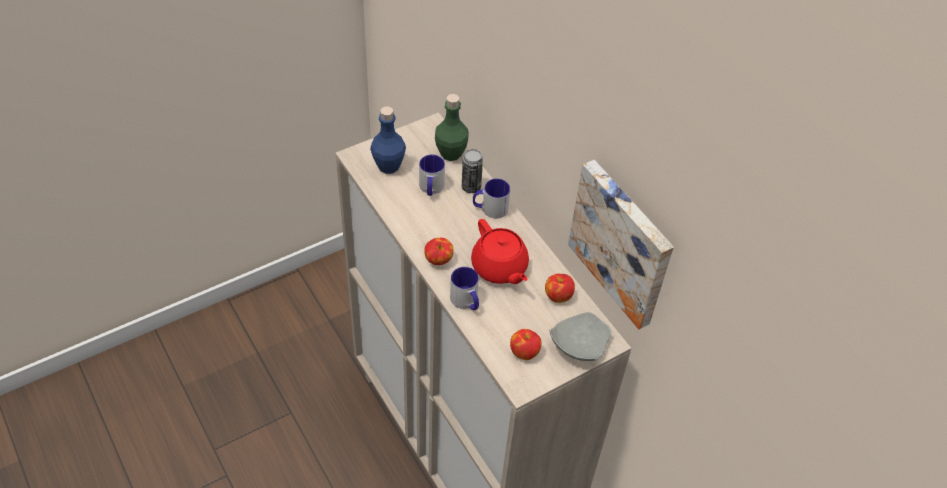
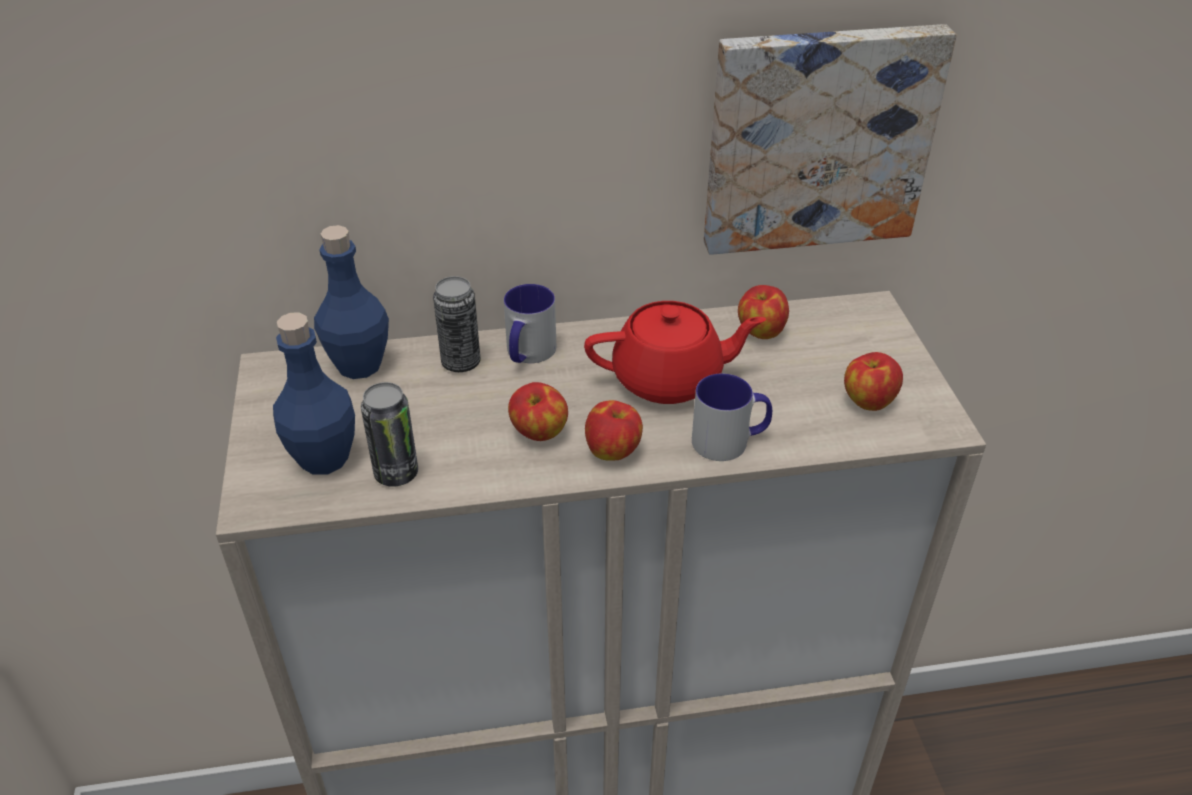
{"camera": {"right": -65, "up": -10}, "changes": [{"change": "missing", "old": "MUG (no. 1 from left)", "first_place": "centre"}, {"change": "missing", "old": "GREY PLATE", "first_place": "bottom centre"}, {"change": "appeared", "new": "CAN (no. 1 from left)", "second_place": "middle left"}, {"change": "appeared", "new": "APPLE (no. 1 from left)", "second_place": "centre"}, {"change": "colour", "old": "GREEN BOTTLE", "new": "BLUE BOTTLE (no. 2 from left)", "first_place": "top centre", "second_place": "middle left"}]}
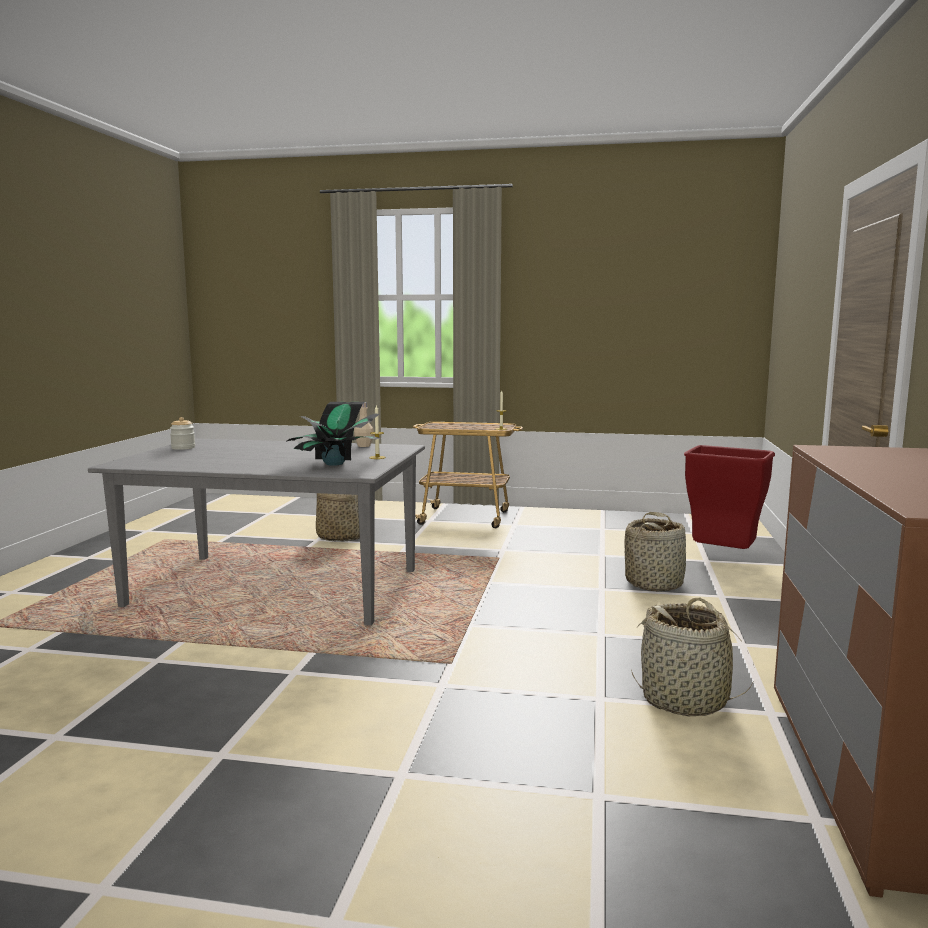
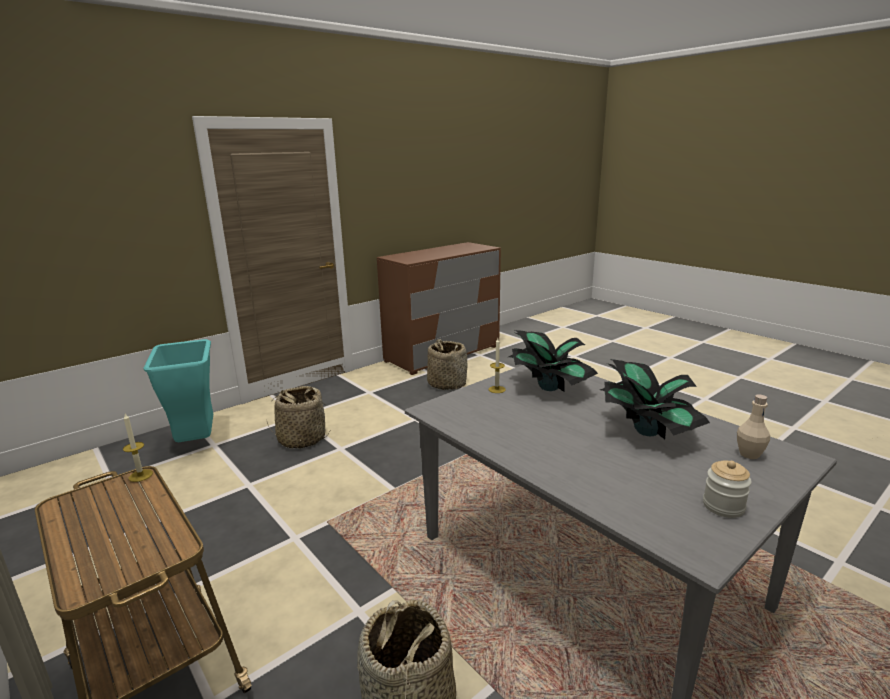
{"camera": {"right": -140, "up": 10}, "changes": [{"change": "appeared", "new": "POTTED PLANT (no. 2 from left)", "second_place": "middle right"}, {"change": "relocated", "old": "BEIGE BOTTLE", "first_place": "centre", "second_place": "middle right"}, {"change": "colour", "old": "RED TRASH CAN", "new": "TURQUOISE TRASH CAN", "first_place": "middle right", "second_place": "middle left"}]}
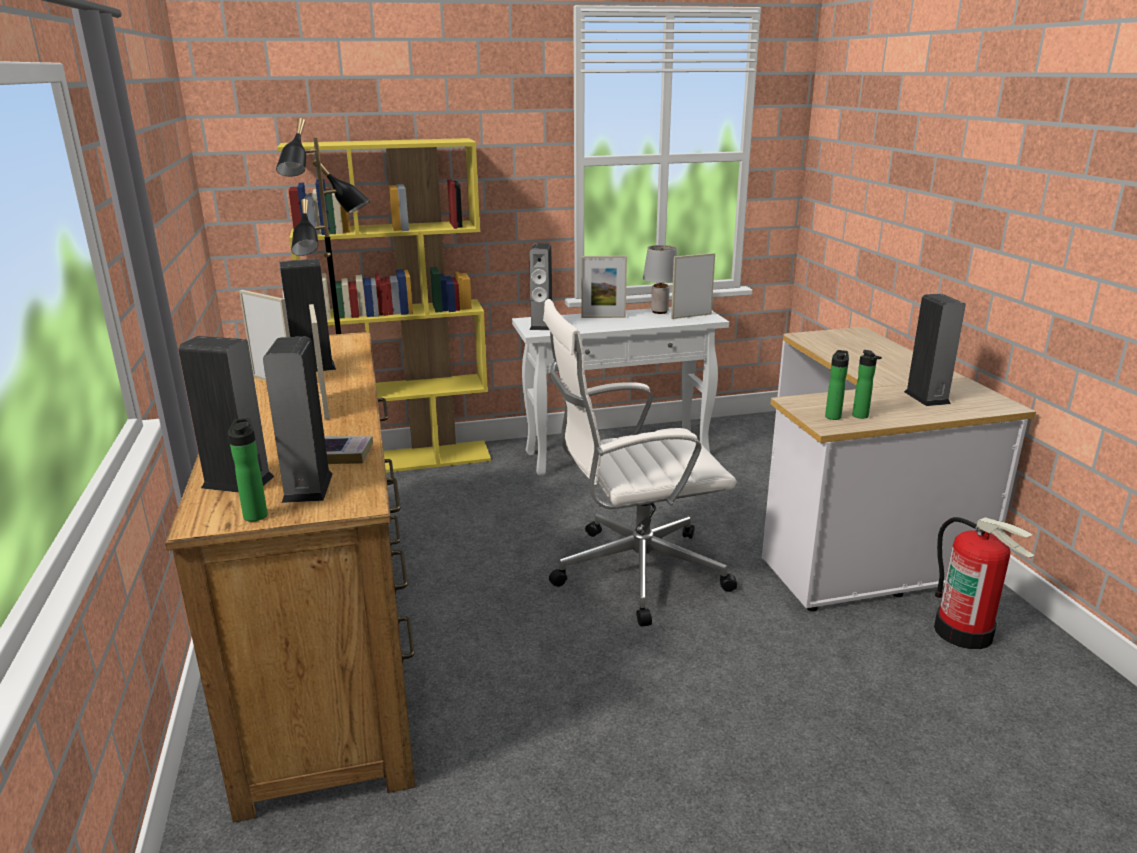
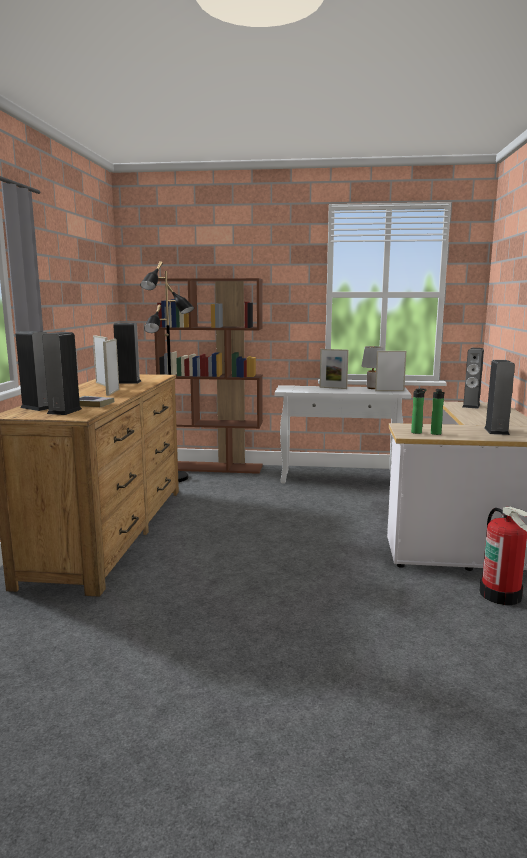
{"camera": {"right": 20, "up": -10}, "changes": [{"change": "missing", "old": "BOTTLE (no. 1 from left)", "first_place": "middle left"}, {"change": "missing", "old": "WHITE OFFICE CHAIR", "first_place": "centre"}, {"change": "relocated", "old": "SPEAKER (no. 4 from left)", "first_place": "centre", "second_place": "middle right"}, {"change": "colour", "old": "YELLOW BOOKCASE", "new": "BROWN BOOKCASE", "first_place": "centre", "second_place": "centre"}]}
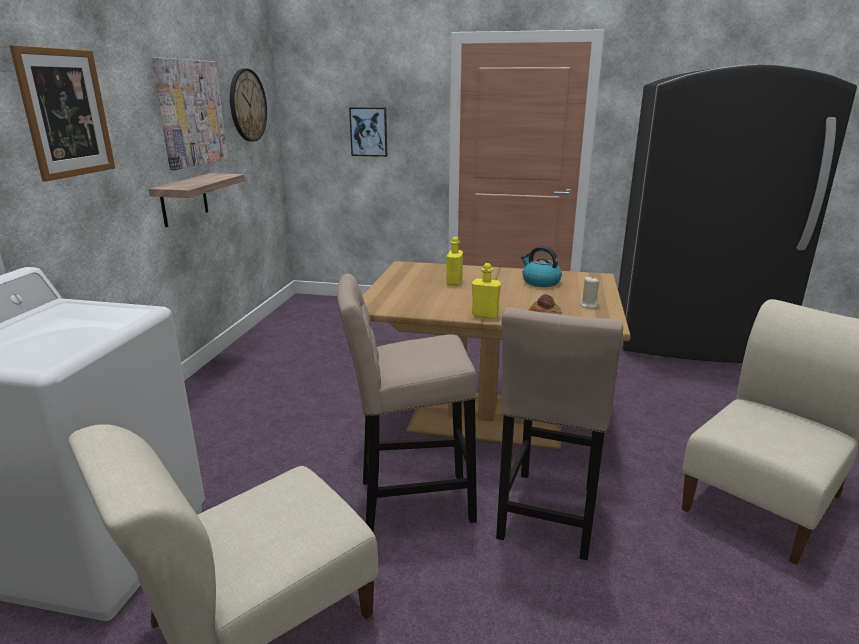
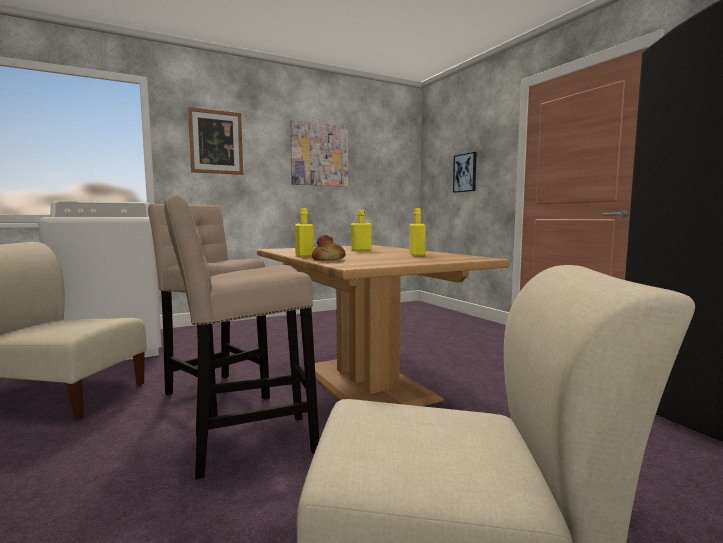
{"camera": {"right": 50, "up": -15}, "changes": [{"change": "missing", "old": "SHELF", "first_place": "top left"}, {"change": "missing", "old": "WALL CLOCK", "first_place": "top left"}, {"change": "missing", "old": "BEIGE CANDLE", "first_place": "middle right"}, {"change": "exchanged", "old": "KETTLE", "new": "YELLOW BOTTLE (no. 3 from left)", "first_place": "centre", "second_place": "centre"}]}
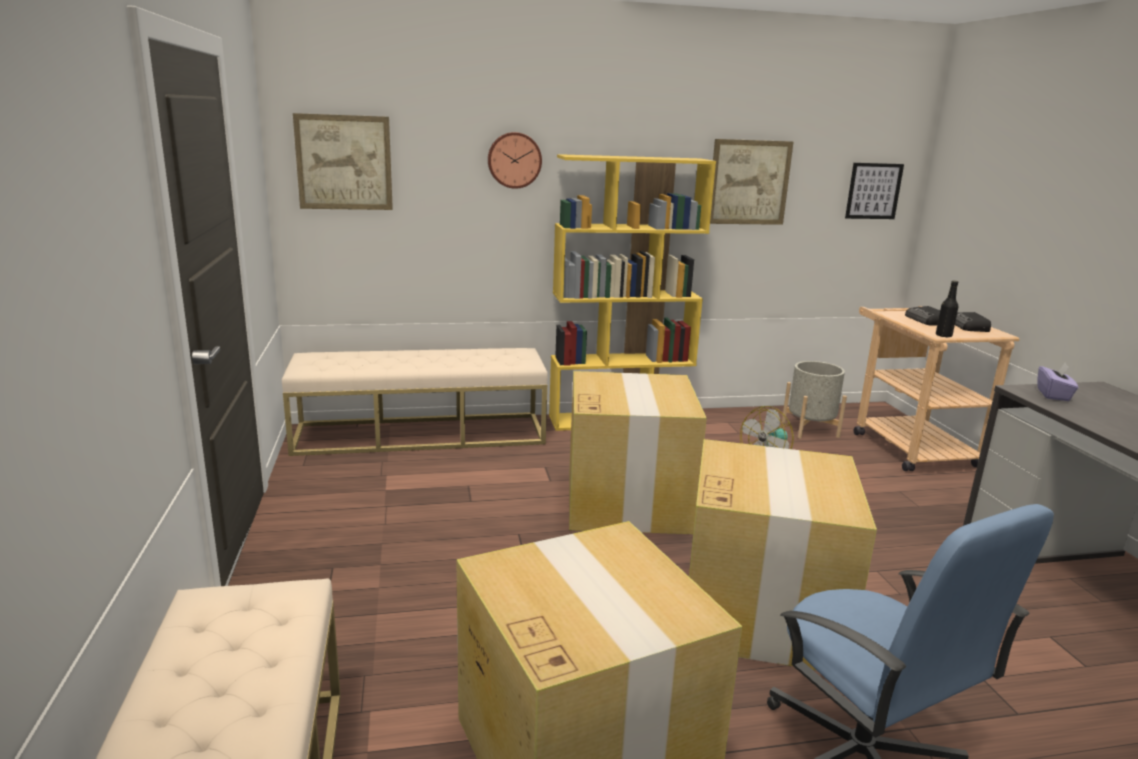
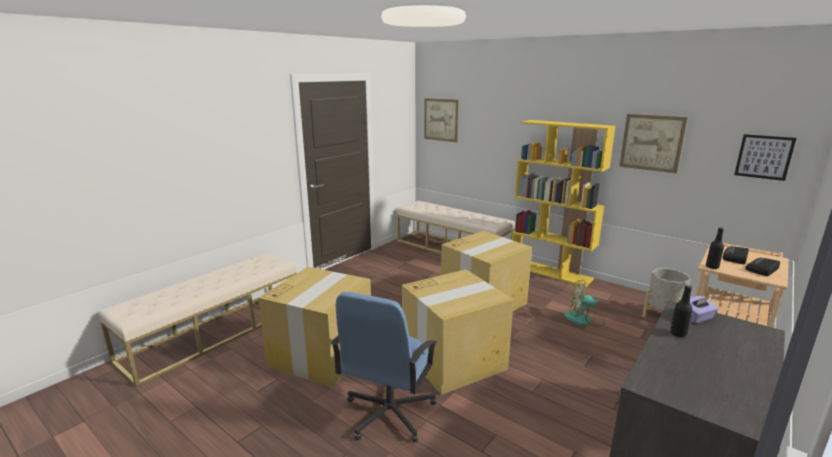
{"camera": {"right": 50, "up": 0}, "changes": [{"change": "missing", "old": "WALL CLOCK", "first_place": "top centre"}, {"change": "appeared", "new": "BLACK BOTTLE (no. 1 from left)", "second_place": "bottom right"}]}
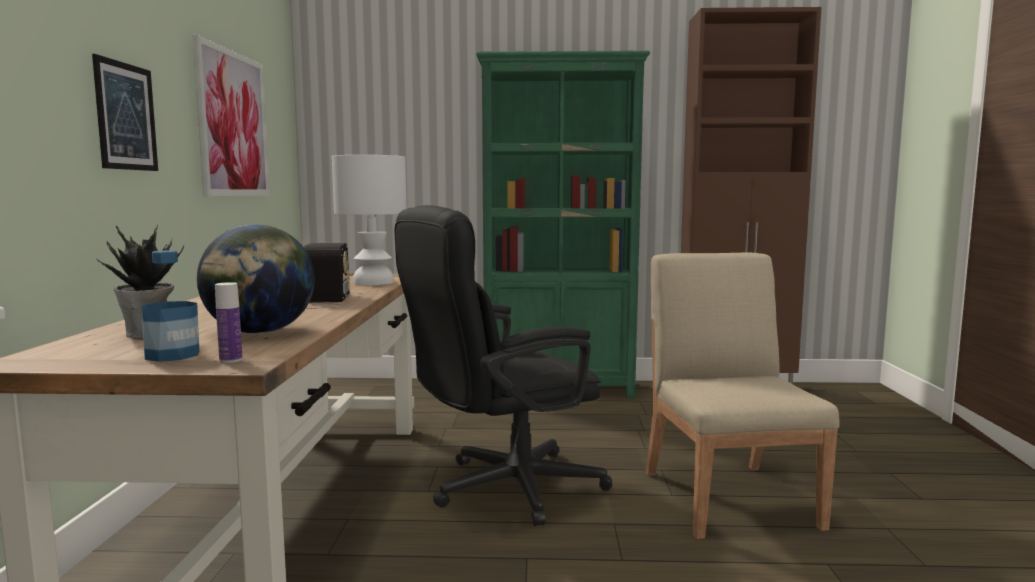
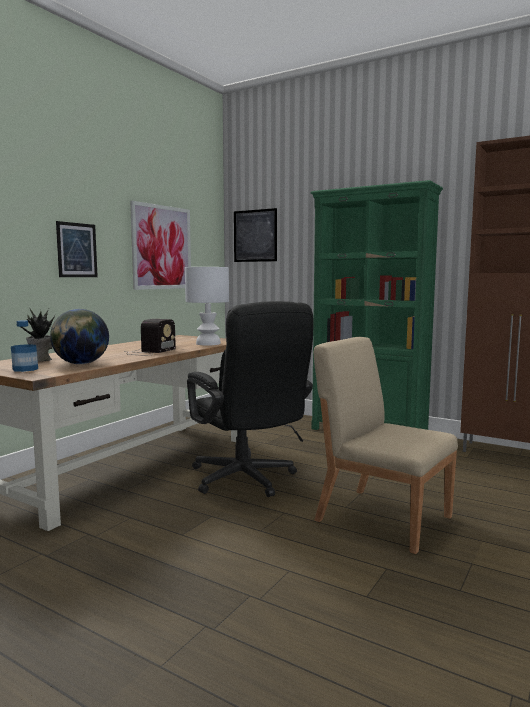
{"camera": {"right": 30, "up": 0}, "changes": [{"change": "missing", "old": "BOTTLE (no. 2 from left)", "first_place": "middle left"}, {"change": "appeared", "new": "PICTURE (no. 3 from left)", "second_place": "top centre"}, {"change": "spun", "old": "BLACK OFFICE CHAIR", "first_place": "centre", "second_place": "centre", "degrees": -120}, {"change": "spun", "old": "BEIGE CHAIR", "first_place": "bottom right", "second_place": "middle right", "degrees": -75}]}
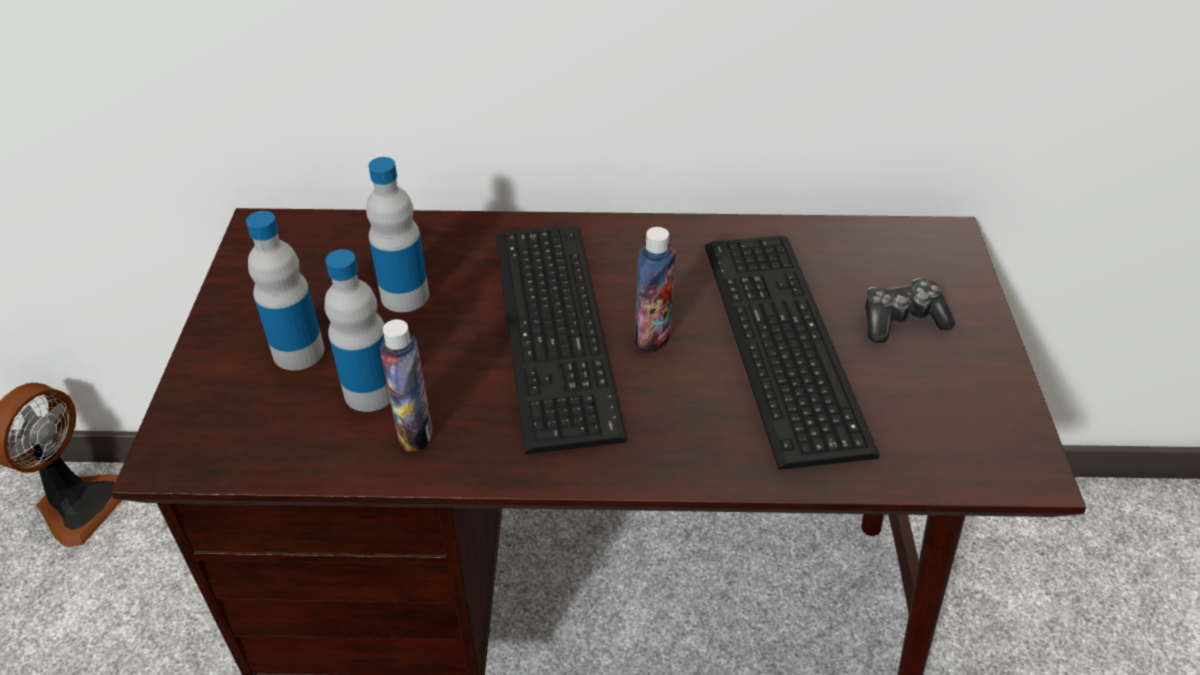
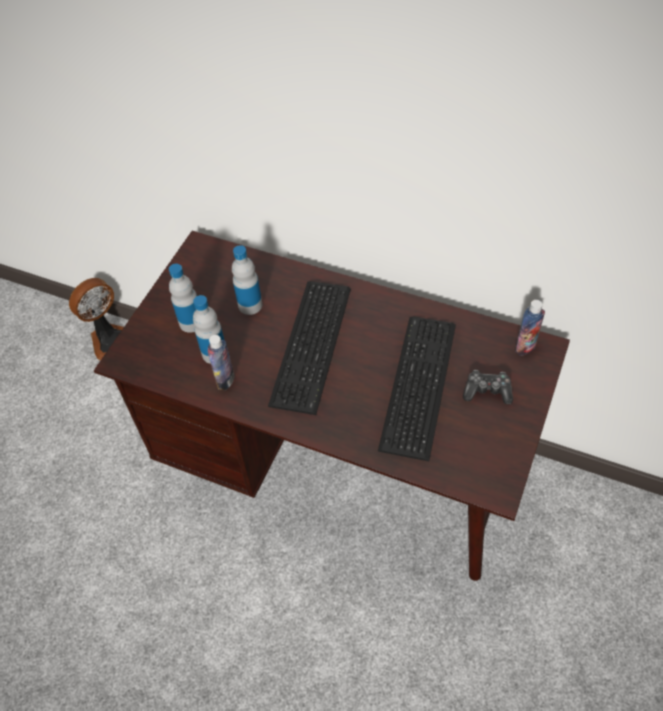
{"camera": {"right": 25, "up": 10}, "changes": [{"change": "relocated", "old": "BOTTLE (no. 5 from left)", "first_place": "centre", "second_place": "middle right"}]}
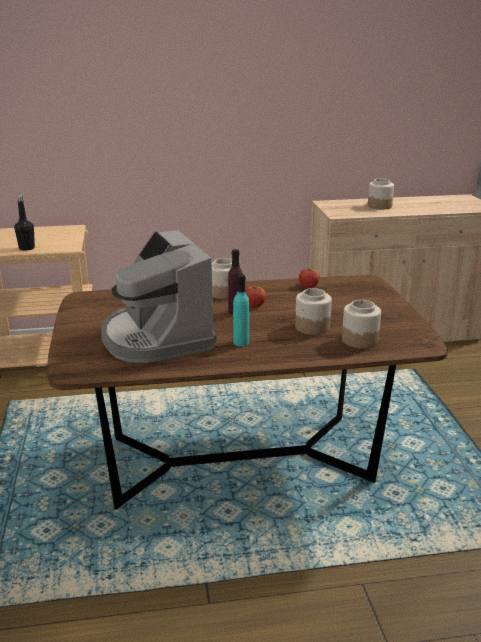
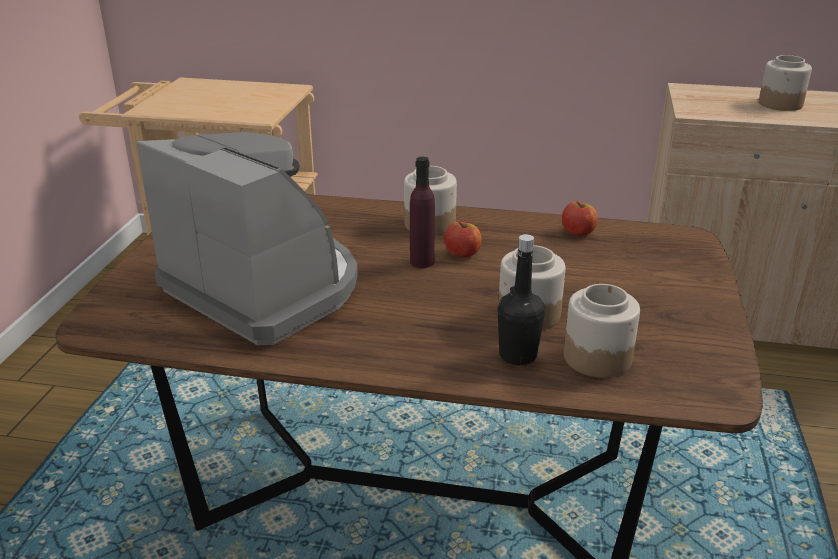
{"camera": {"right": 20, "up": 5}, "changes": [{"change": "missing", "old": "TURQUOISE BOTTLE", "first_place": "centre"}, {"change": "relocated", "old": "BLACK BOTTLE", "first_place": "middle left", "second_place": "centre"}, {"change": "spun", "old": "COFFEE MACHINE", "first_place": "middle left", "second_place": "middle left", "degrees": 135}]}
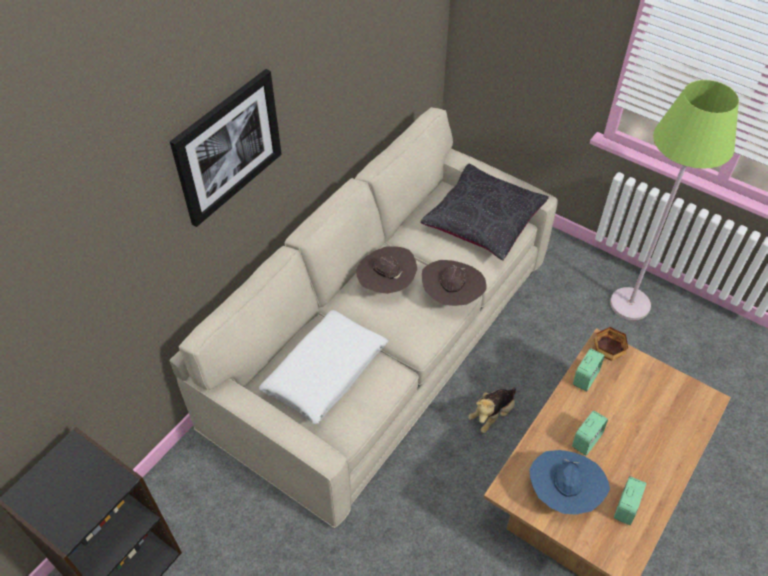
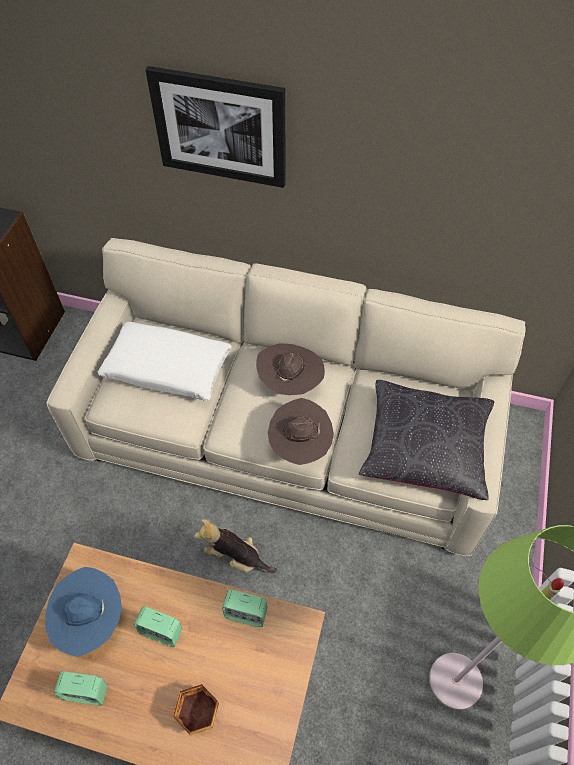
{"camera": {"right": 70, "up": 5}, "changes": [{"change": "relocated", "old": "BOWL", "first_place": "middle right", "second_place": "bottom centre"}]}
